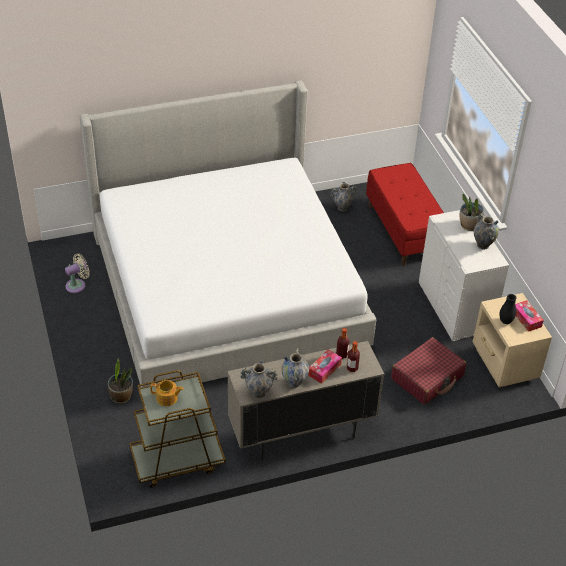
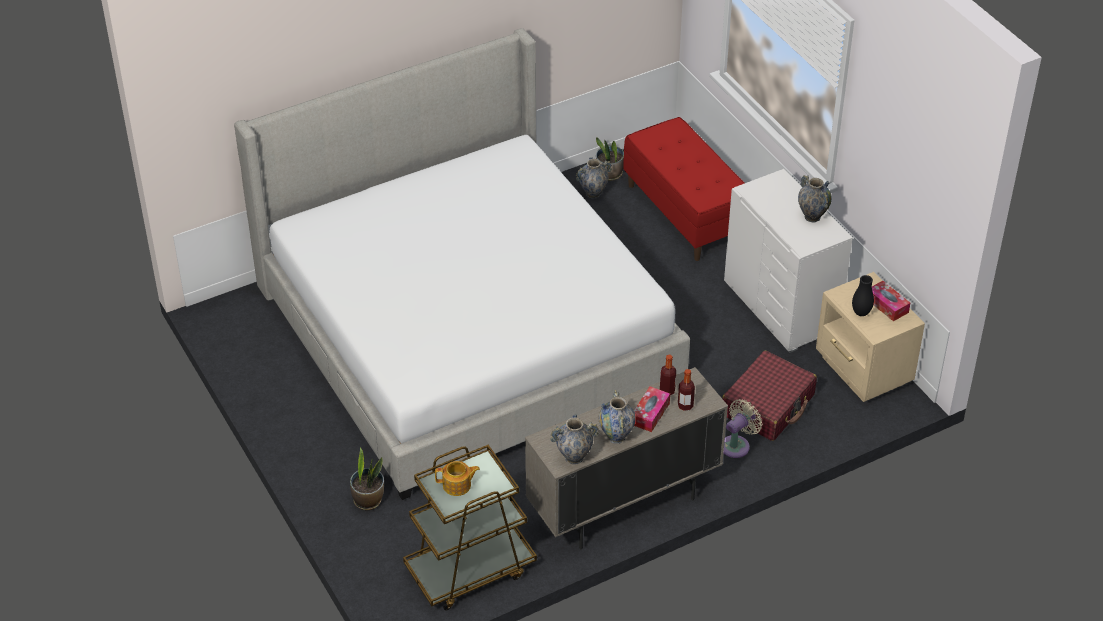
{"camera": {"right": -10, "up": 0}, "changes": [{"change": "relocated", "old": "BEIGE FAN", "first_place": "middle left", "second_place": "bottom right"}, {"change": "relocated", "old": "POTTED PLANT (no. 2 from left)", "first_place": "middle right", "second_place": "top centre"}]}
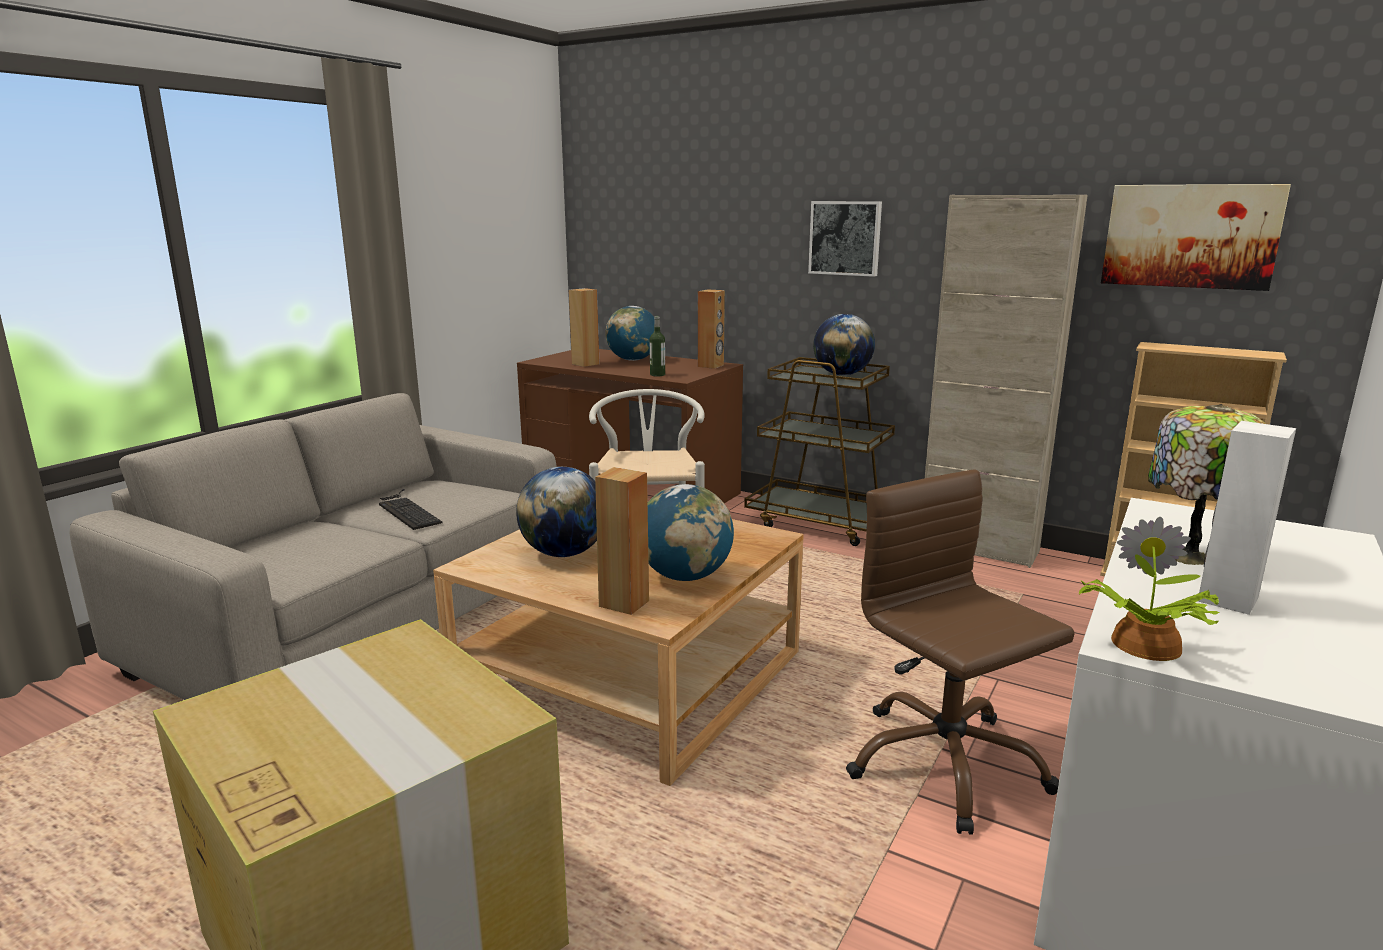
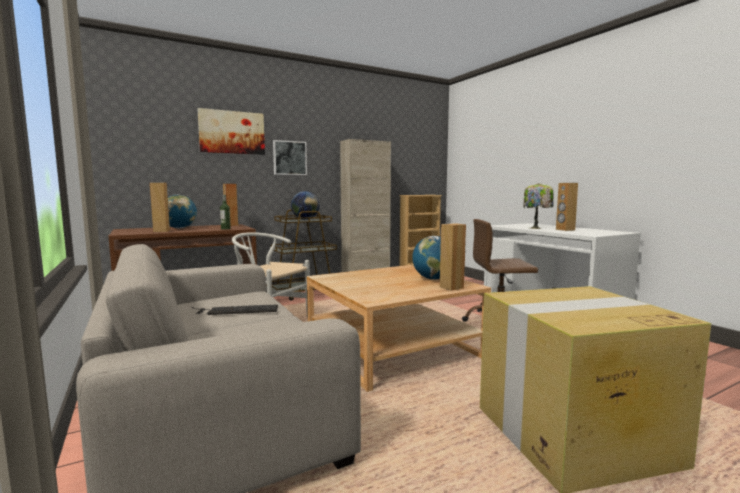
{"camera": {"right": -60, "up": -10}, "changes": [{"change": "missing", "old": "GLOBE (no. 1 from left)", "first_place": "centre"}, {"change": "missing", "old": "POTTED PLANT", "first_place": "middle right"}, {"change": "relocated", "old": "PICTURE (no. 2 from left in the first image)", "new": "PICTURE (no. 1 from left)", "first_place": "top right", "second_place": "top left"}, {"change": "colour", "old": "WHITE SPEAKER", "new": "BROWN SPEAKER (no. 4 from left)", "first_place": "middle right", "second_place": "middle right"}]}
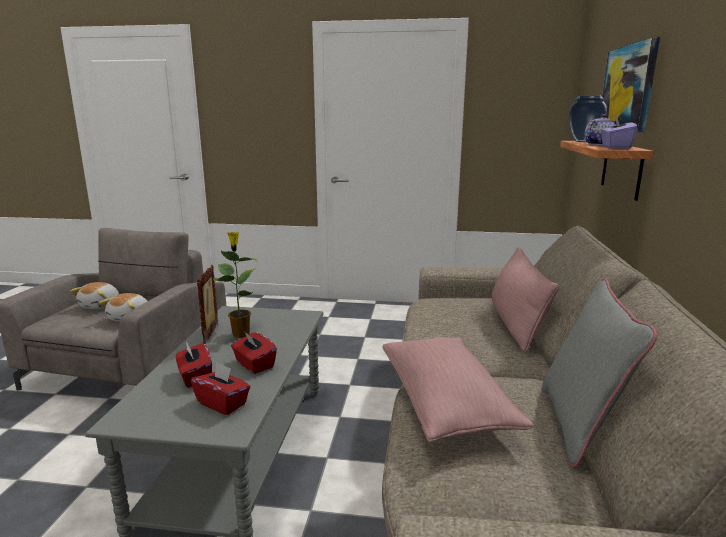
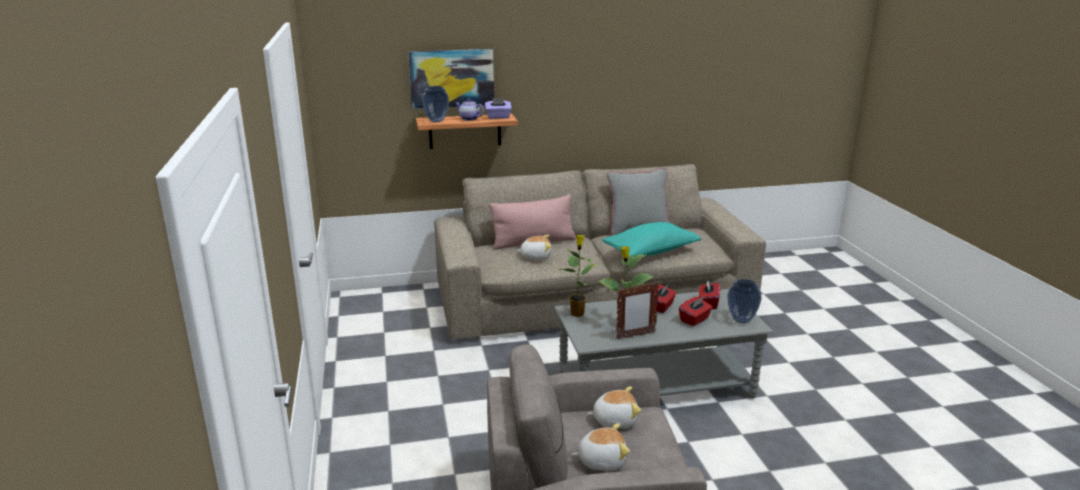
{"camera": {"right": -110, "up": 5}, "changes": [{"change": "appeared", "new": "PLUSH TOY (no. 1 from left)", "second_place": "centre"}, {"change": "appeared", "new": "POTTED PLANT (no. 1 from left)", "second_place": "centre"}, {"change": "appeared", "new": "VASE (no. 2 from left)", "second_place": "middle right"}, {"change": "colour", "old": "PINK PILLOW (no. 1 from left)", "new": "TURQUOISE PILLOW", "first_place": "bottom centre", "second_place": "centre"}]}
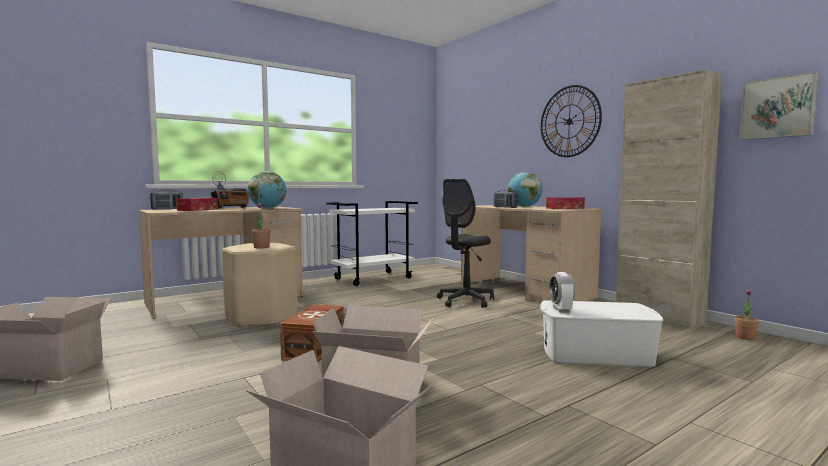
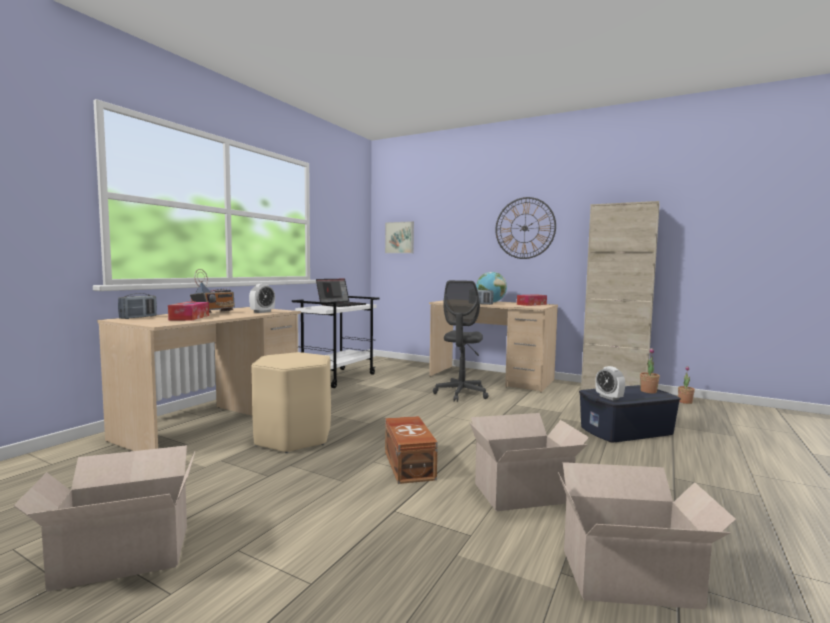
{"camera": {"right": -25, "up": 0}, "changes": [{"change": "appeared", "new": "LAPTOP", "second_place": "centre"}, {"change": "relocated", "old": "POTTED PLANT (no. 1 from left)", "first_place": "middle left", "second_place": "middle right"}, {"change": "relocated", "old": "PICTURE", "first_place": "top right", "second_place": "centre"}, {"change": "exchanged", "old": "GLOBE (no. 1 from left)", "new": "ALARM CLOCK (no. 1 from left)", "first_place": "middle left", "second_place": "middle left"}, {"change": "colour", "old": "WHITE STORAGE BOX", "new": "BLUE STORAGE BOX", "first_place": "bottom right", "second_place": "middle right"}]}
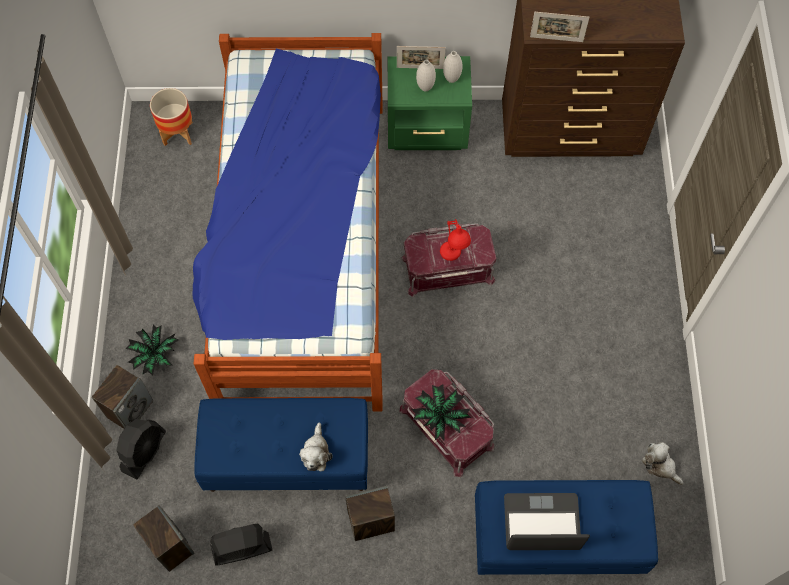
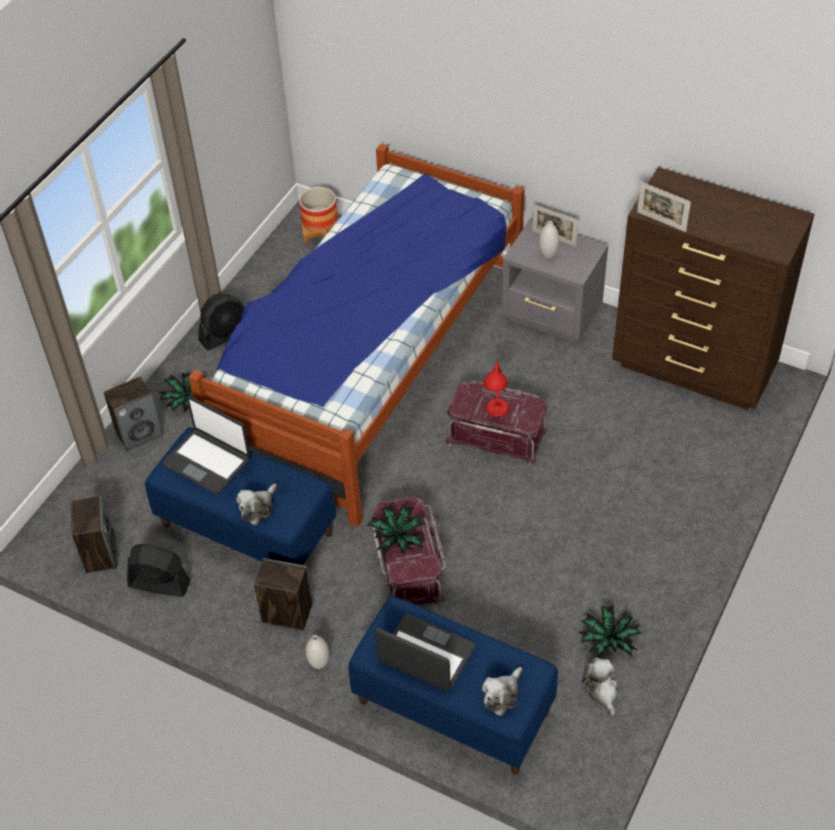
{"camera": {"right": 30, "up": -15}, "changes": [{"change": "appeared", "new": "LAPTOP (no. 1 from left)", "second_place": "middle left"}, {"change": "appeared", "new": "PLUSH TOY (no. 2 from left)", "second_place": "bottom centre"}, {"change": "appeared", "new": "POTTED PLANT (no. 3 from left)", "second_place": "bottom right"}, {"change": "relocated", "old": "BLACK FAN (no. 1 from left in the first image)", "new": "BLACK FAN (no. 2 from left)", "first_place": "bottom left", "second_place": "middle left"}, {"change": "relocated", "old": "WHITE VASE (no. 2 from left in the first image)", "new": "WHITE VASE (no. 1 from left)", "first_place": "top centre", "second_place": "bottom centre"}, {"change": "colour", "old": "GREEN NIGHTSTAND", "new": "GREY NIGHTSTAND", "first_place": "top centre", "second_place": "centre"}]}
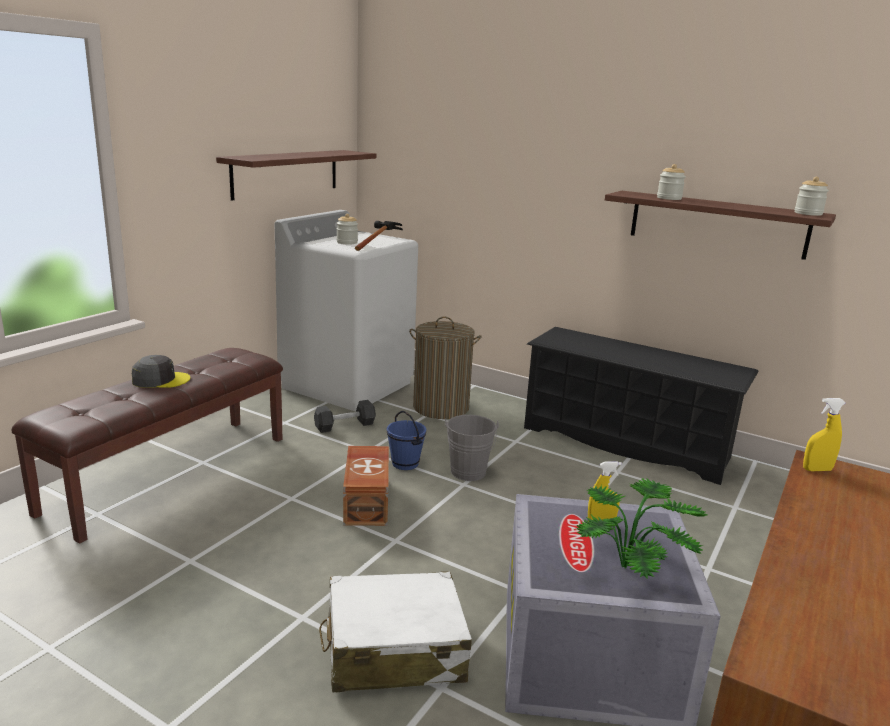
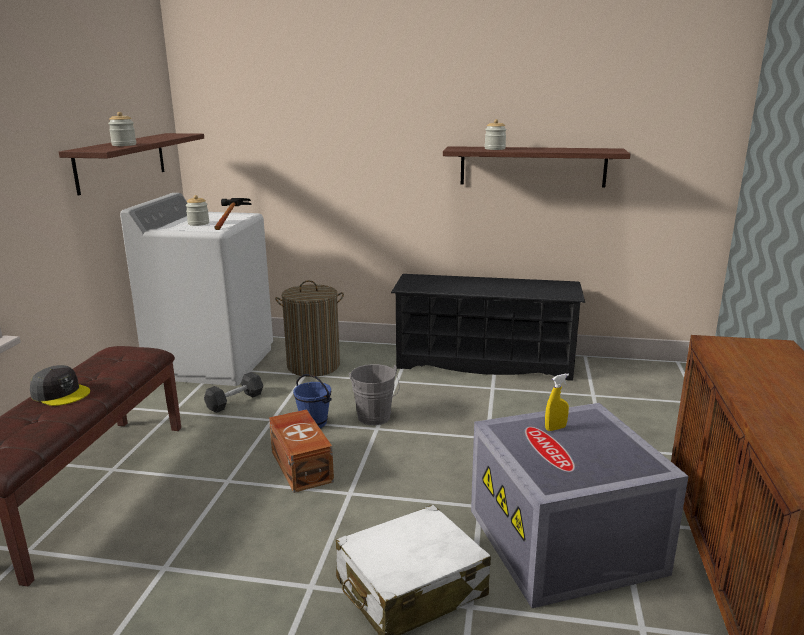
{"camera": {"right": -20, "up": 0}, "changes": [{"change": "missing", "old": "POTTED PLANT", "first_place": "bottom right"}, {"change": "missing", "old": "YELLOW SPRAY BOTTLE (no. 2 from left)", "first_place": "middle right"}, {"change": "relocated", "old": "JAR (no. 3 from left in the first image)", "new": "JAR (no. 1 from left)", "first_place": "top right", "second_place": "top left"}, {"change": "spun", "old": "GREY CAP", "first_place": "middle left", "second_place": "middle left", "degrees": 60}]}
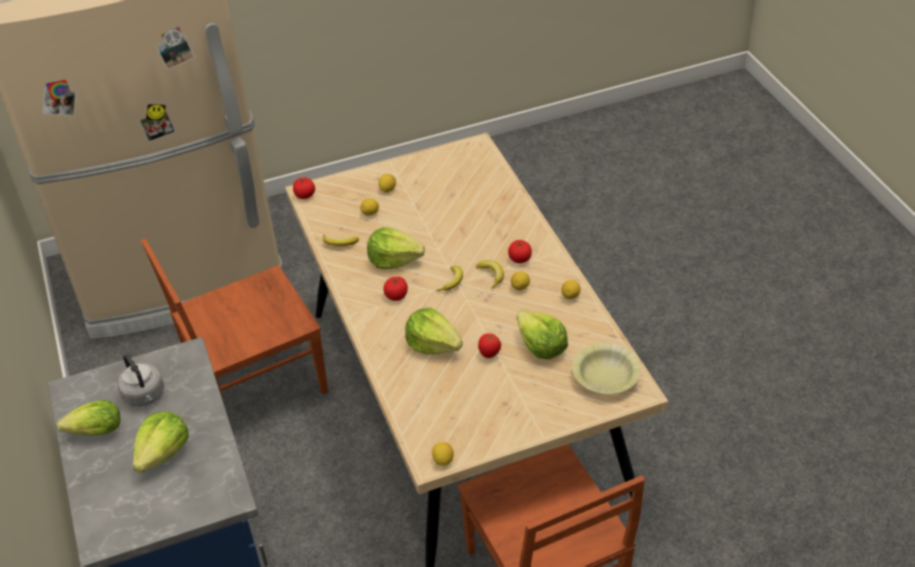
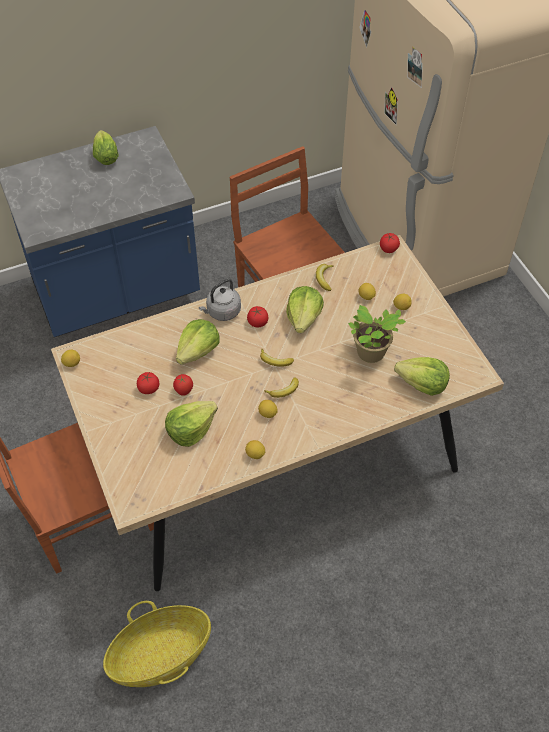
{"camera": {"right": 85, "up": 10}, "changes": [{"change": "missing", "old": "YELLOW BOWL", "first_place": "centre"}, {"change": "appeared", "new": "BASKET", "second_place": "bottom left"}, {"change": "appeared", "new": "POTTED PLANT", "second_place": "middle right"}, {"change": "relocated", "old": "GREY KETTLE", "first_place": "bottom left", "second_place": "centre"}, {"change": "relocated", "old": "LETTUCE (no. 2 from left in the first image)", "new": "LETTUCE (no. 5 from left)", "first_place": "bottom left", "second_place": "middle right"}, {"change": "relocated", "old": "TOMATO (no. 4 from left in the first image)", "new": "TOMATO (no. 1 from left)", "first_place": "centre", "second_place": "middle left"}]}
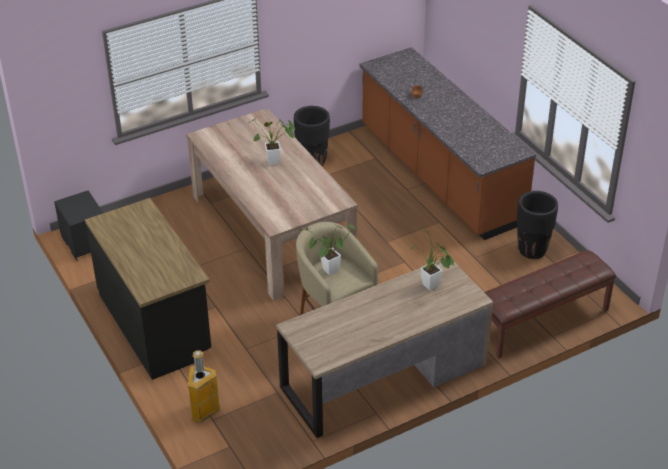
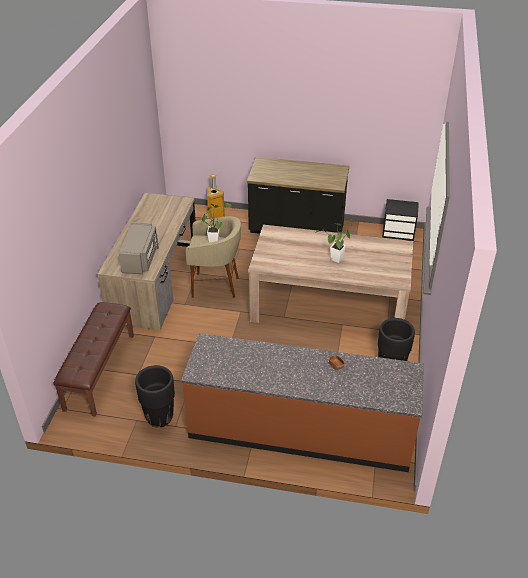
{"camera": {"right": 130, "up": 0}, "changes": [{"change": "exchanged", "old": "POTTED PLANT (no. 3 from left)", "new": "GREY MICROWAVE", "first_place": "centre", "second_place": "middle left"}]}
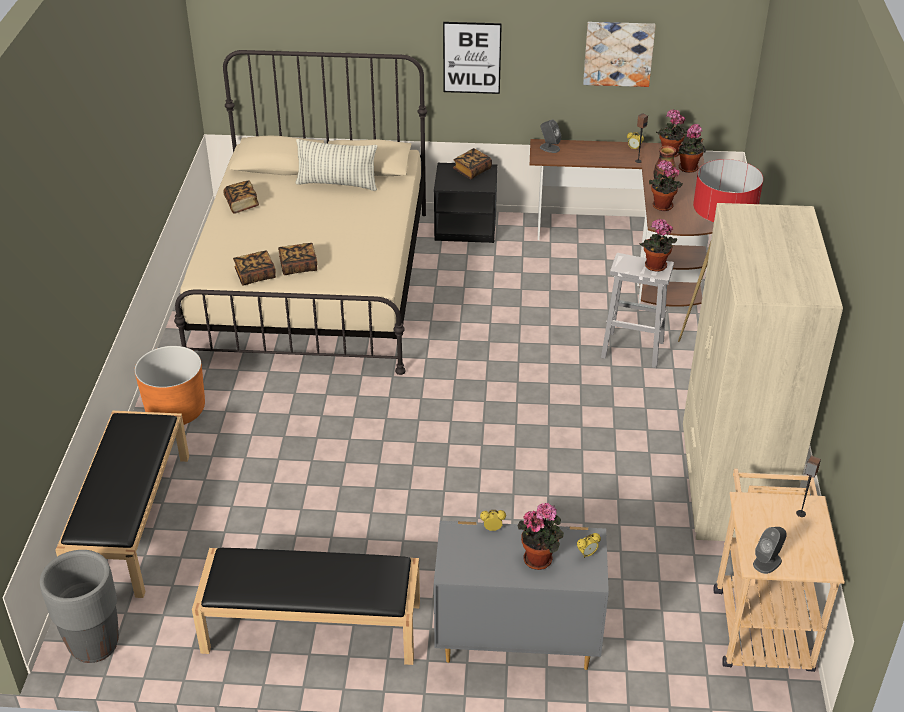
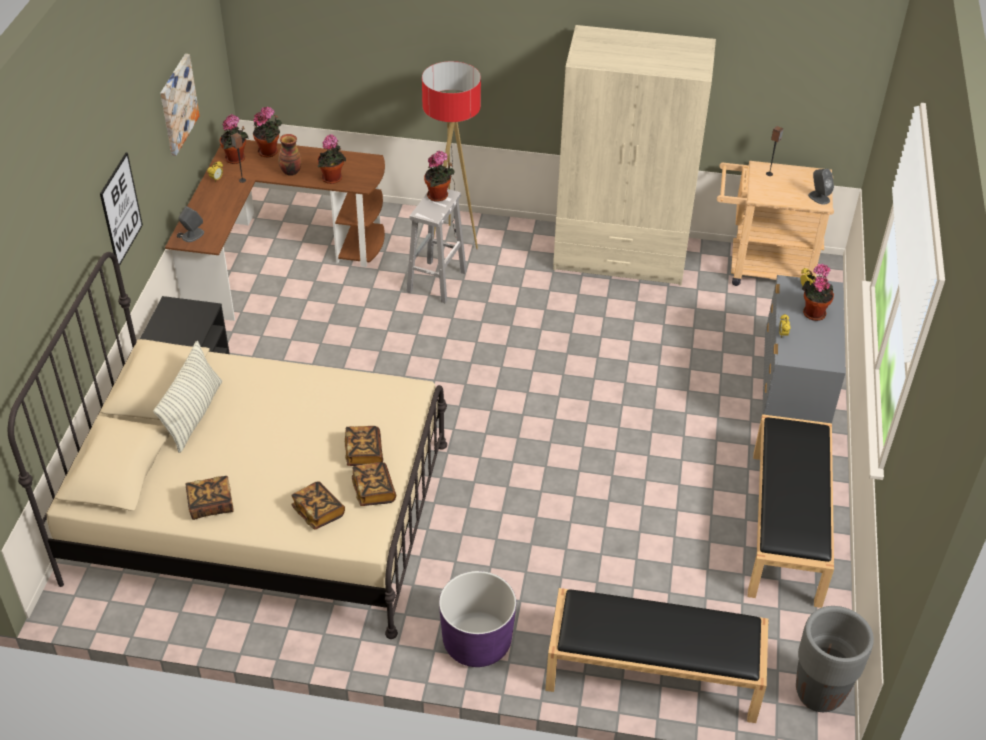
{"camera": {"right": -85, "up": 5}, "changes": [{"change": "relocated", "old": "BOOK (no. 4 from left in the first image)", "new": "BOOK (no. 2 from left)", "first_place": "top centre", "second_place": "bottom left"}, {"change": "colour", "old": "ORANGE PLANTER", "new": "PURPLE PLANTER", "first_place": "middle left", "second_place": "bottom centre"}]}
